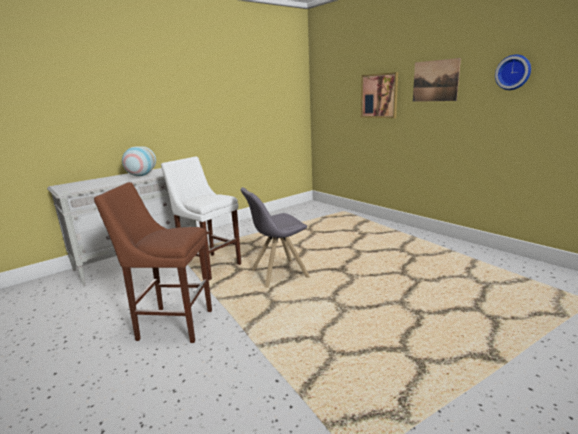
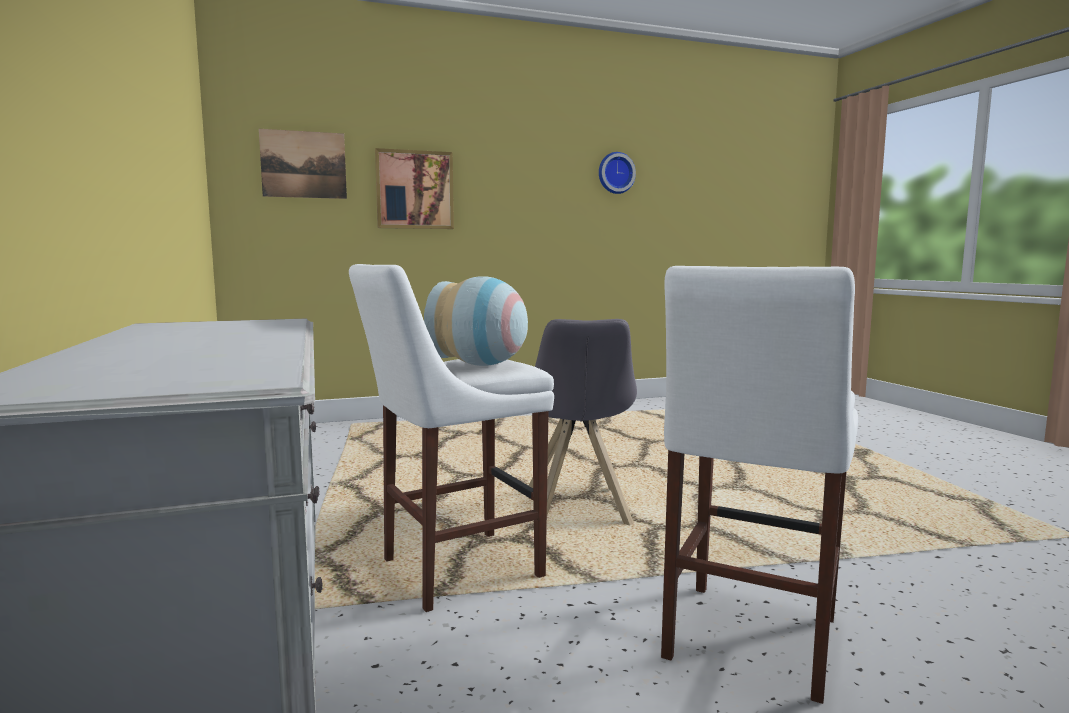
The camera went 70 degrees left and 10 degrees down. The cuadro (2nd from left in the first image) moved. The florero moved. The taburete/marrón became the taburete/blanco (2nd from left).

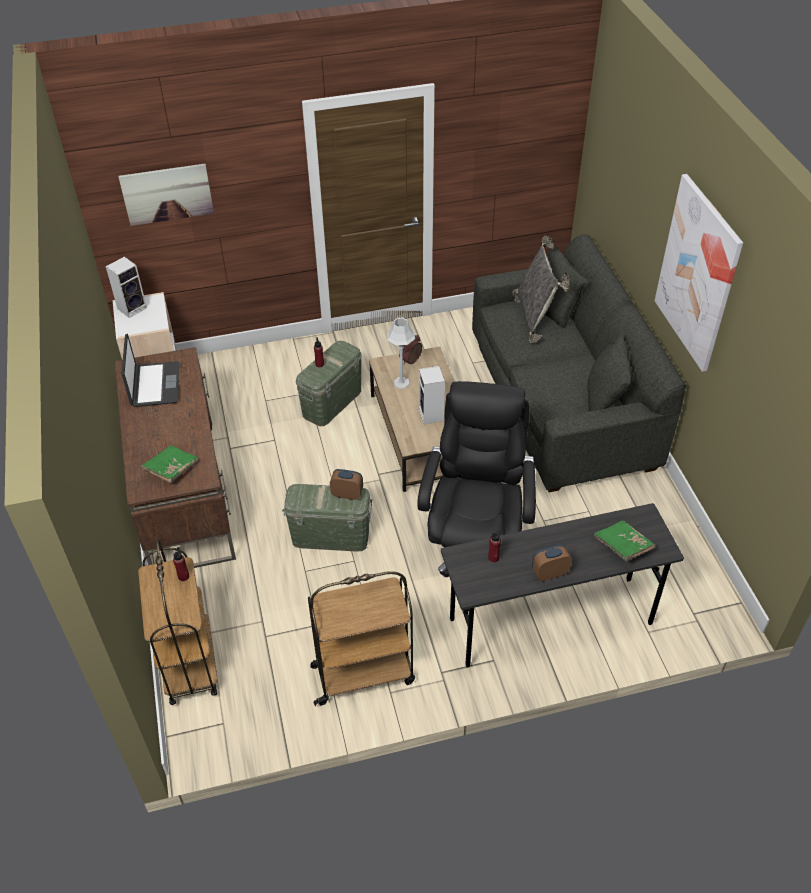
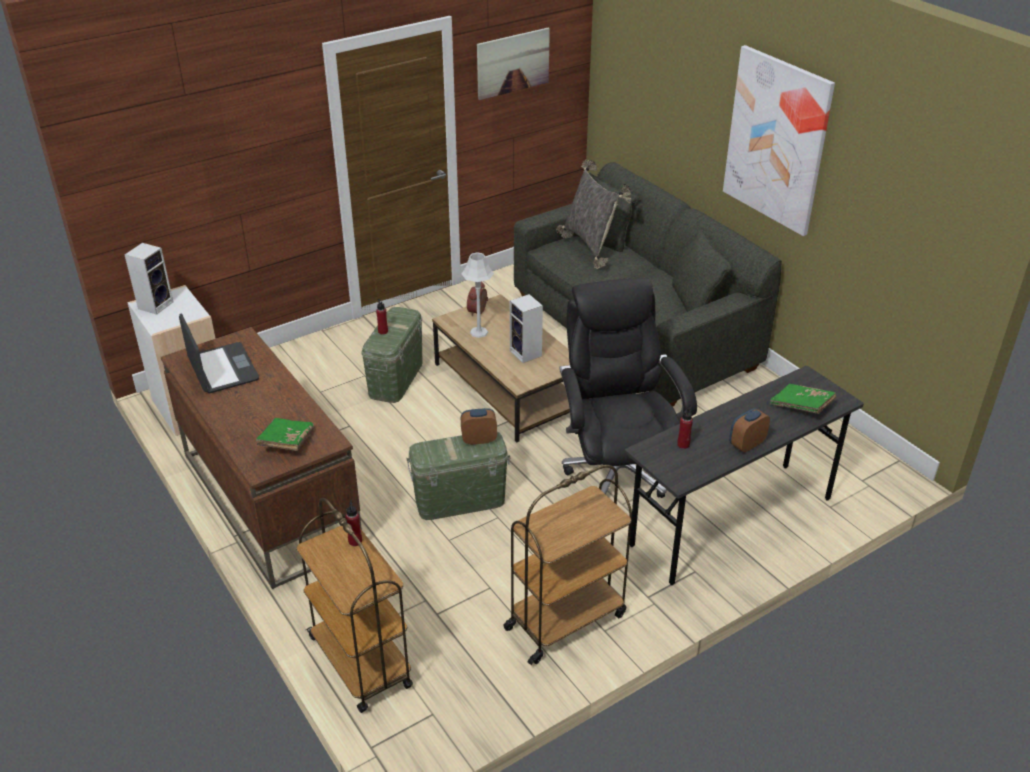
The camera went 20 degrees left and 10 degrees down. The cuadro (1st from left) moved.

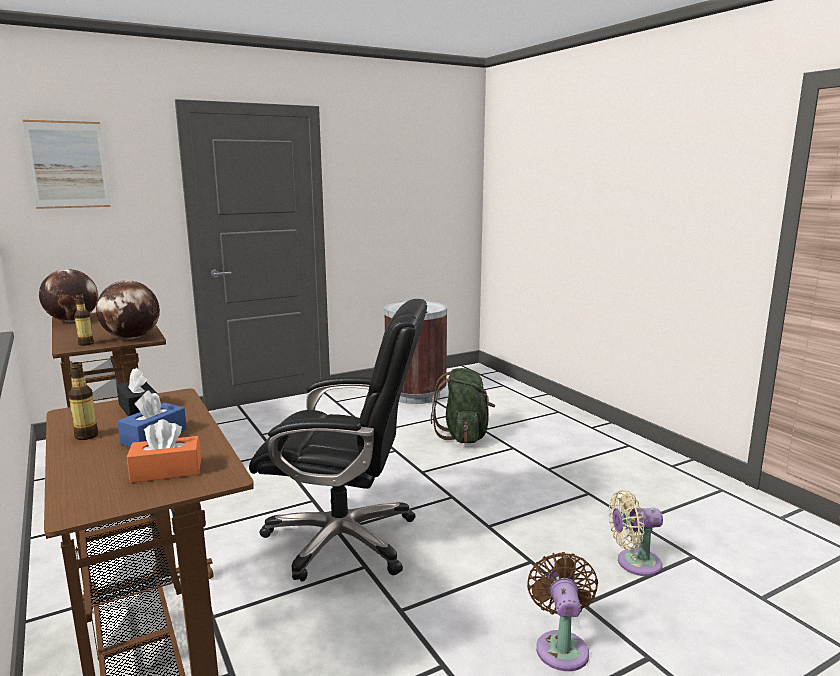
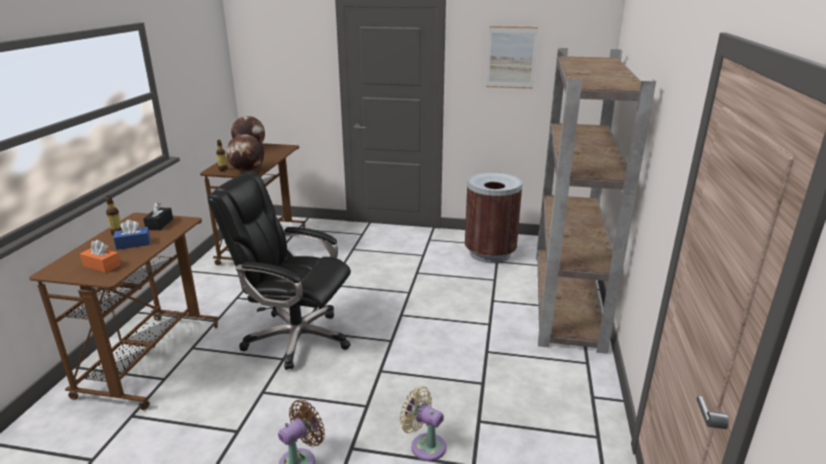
The camera went 40 degrees right and 10 degrees up. The cuadro moved. The silla de oficina/negro turned 150 degrees clockwise. The mochila/verde disappeared. The estantería/marrón appeared.

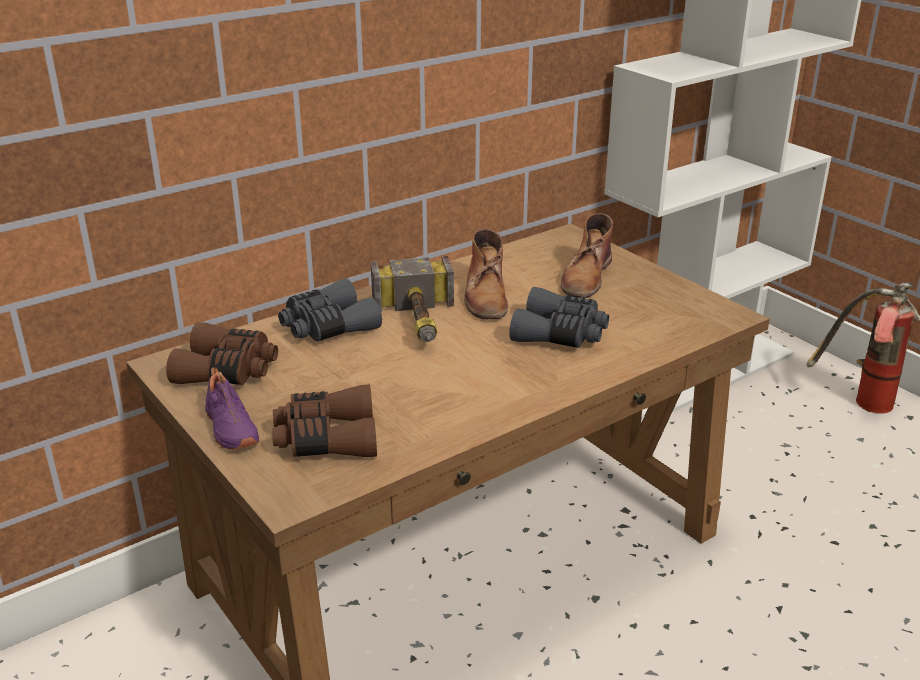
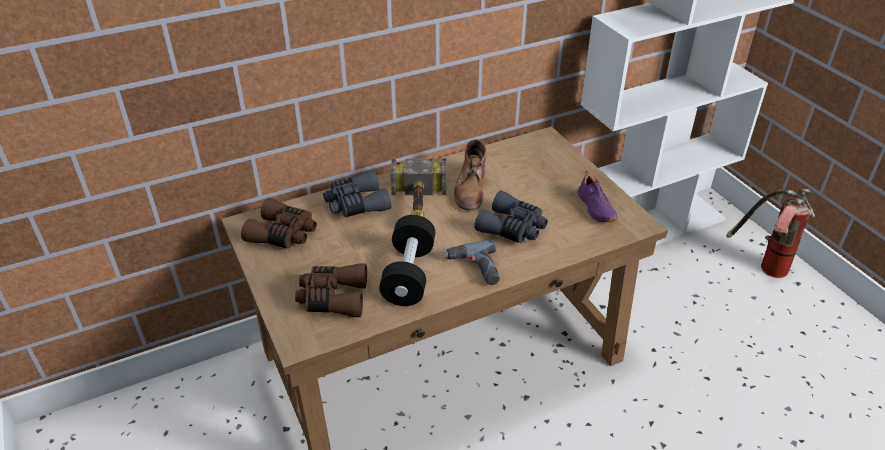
The camera went 10 degrees right and 10 degrees up. The bota/marrón (2nd from left) disappeared. The zapato/morado moved. The mancuerna/negro appeared. The taladro appeared.

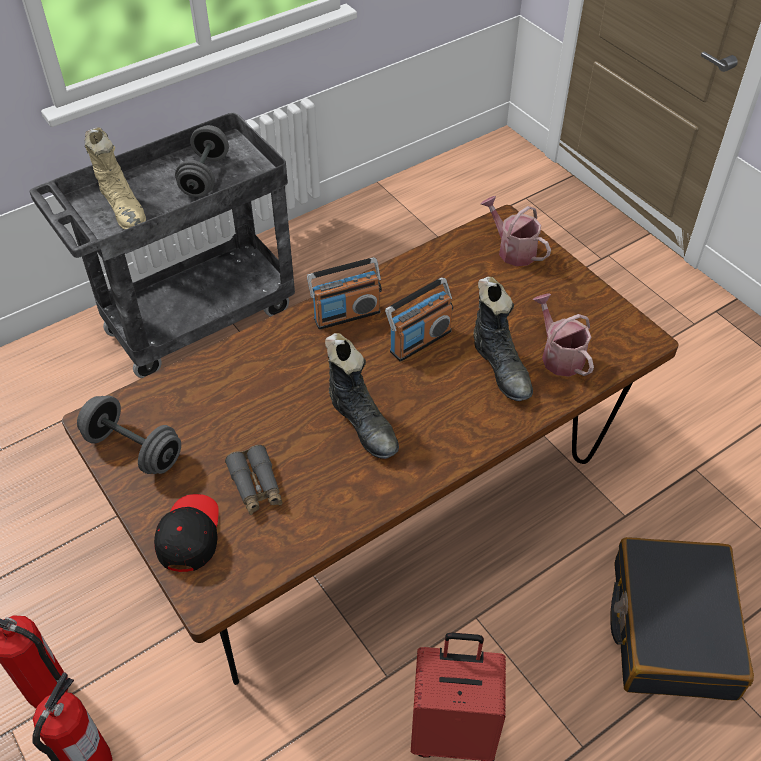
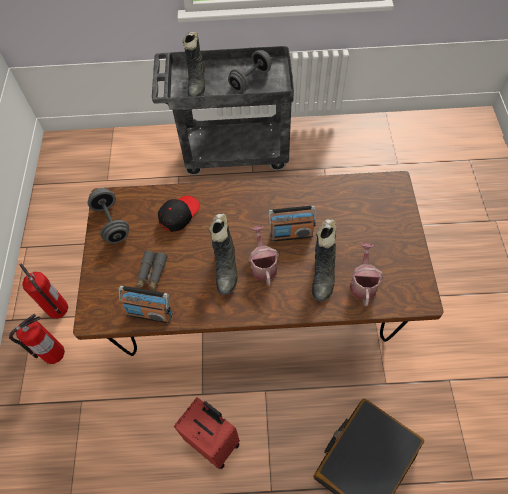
The camera went 35 degrees right and 10 degrees up. The bota/beis became the bota/negro (1st from left). The regadera (1st from left) moved. The radio (1st from left) moved. The gorra/negro moved.

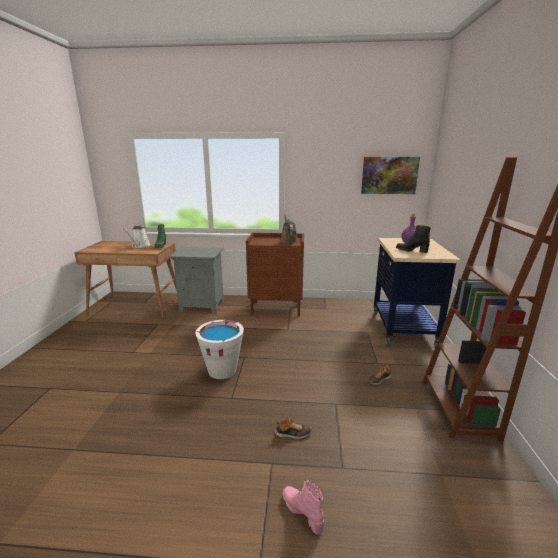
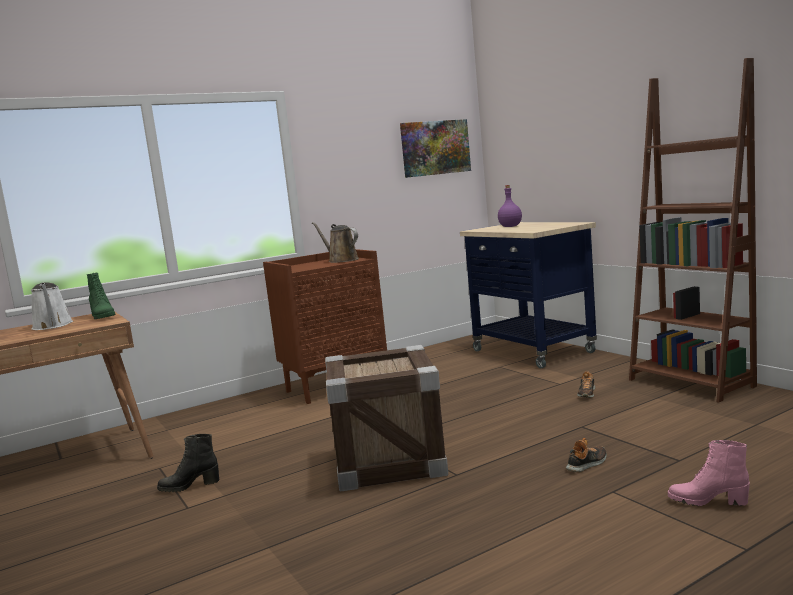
The camera went 35 degrees left and 10 degrees down. The bota/negro moved. The mesita de noche/gris disappeared. The cubo/blanco was replaced by the caja de embalaje.

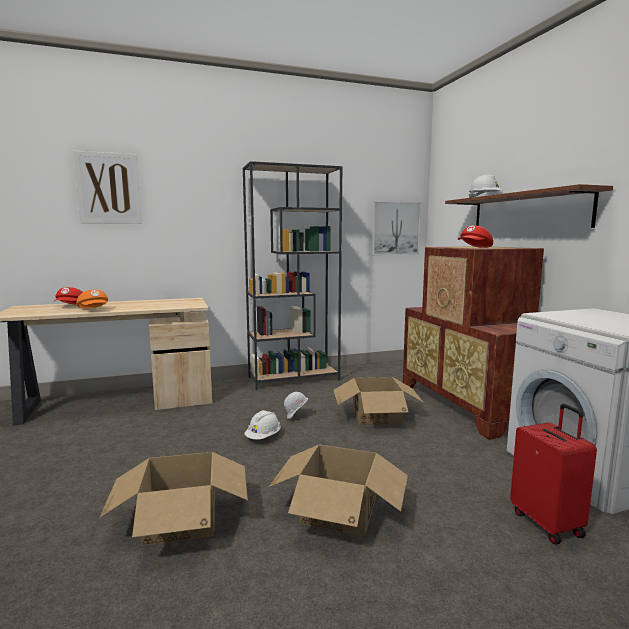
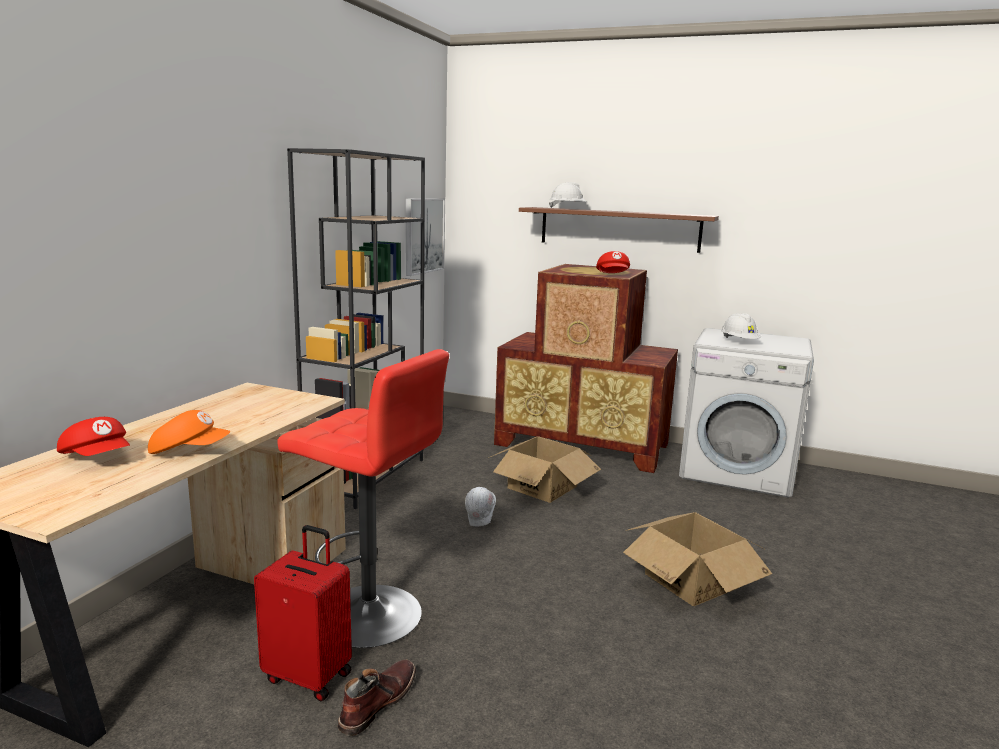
The camera went 50 degrees left and 5 degrees up. The cuadro (1st from left) disappeared. The maleta/rojo moved. The casco/blanco (1st from left in the first image) moved. The caja de cartón (1st from left) disappeared. The taburete/rojo appeared. The bota/marrón appeared.

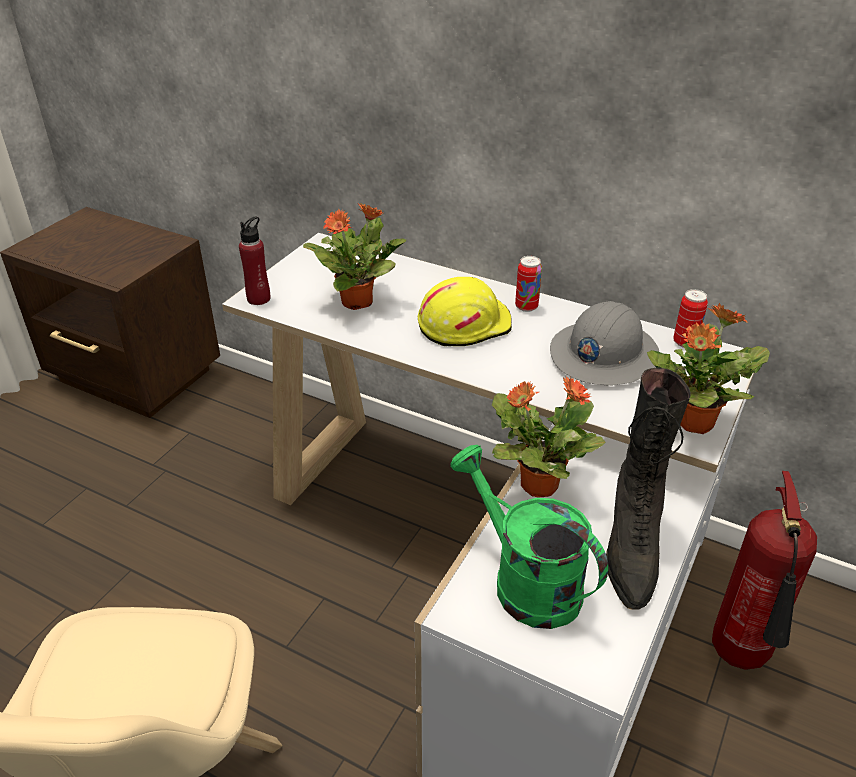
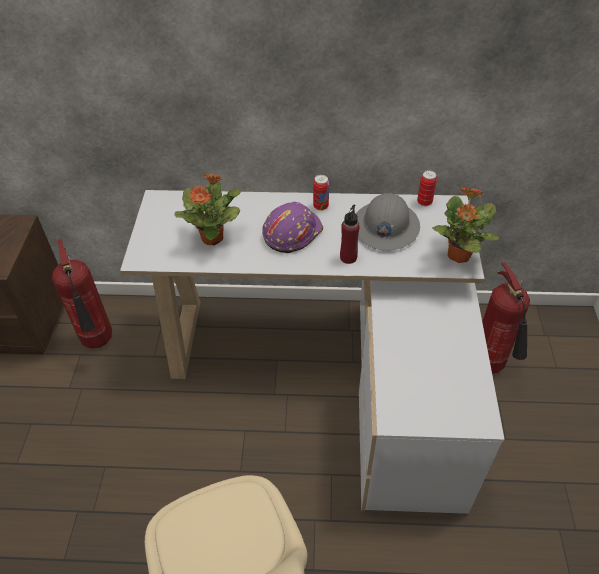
The camera went 25 degrees left and 10 degrees up. The botella/rojo moved. The casco/amarillo became the casco/morado. The bota/negro disappeared. The planta en maceta (2nd from left) disappeared. The regadera/verde disappeared. The extintor (1st from left) appeared.

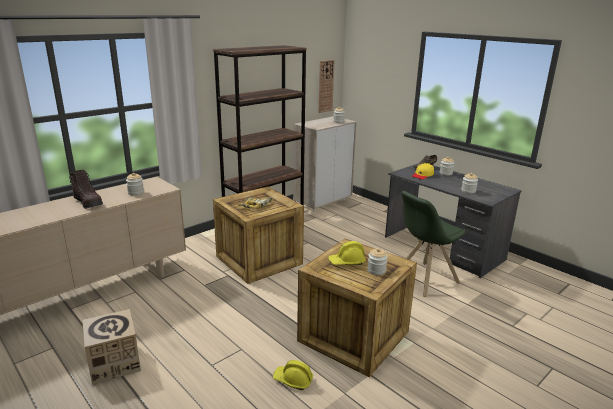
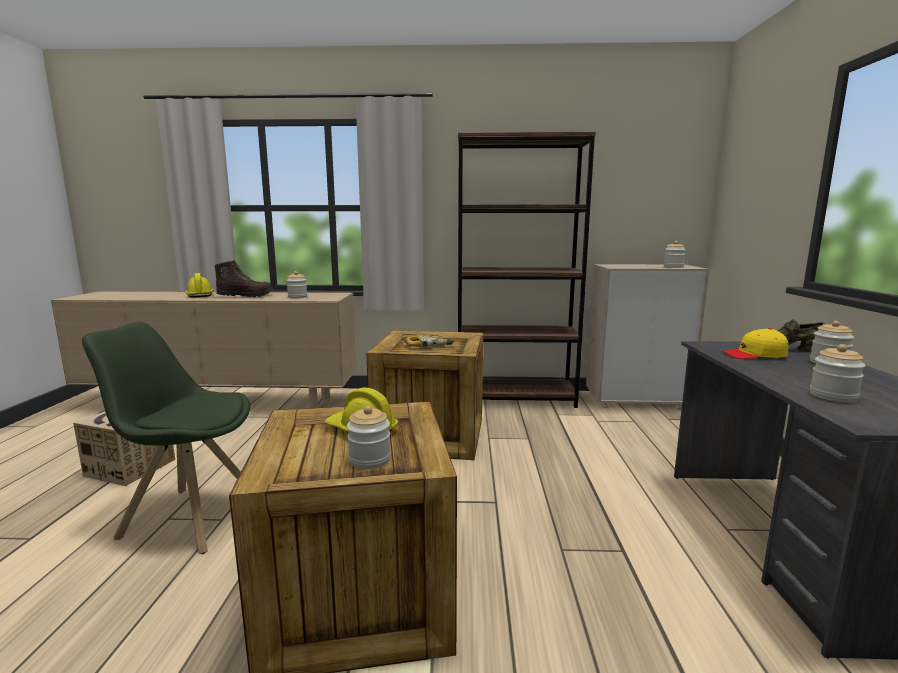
The camera went 45 degrees right and 10 degrees down. The reloj de pared disappeared. The bota/marrón turned 105 degrees counterclockwise. The silla/verde moved. The casco/amarillo (1st from left) moved.

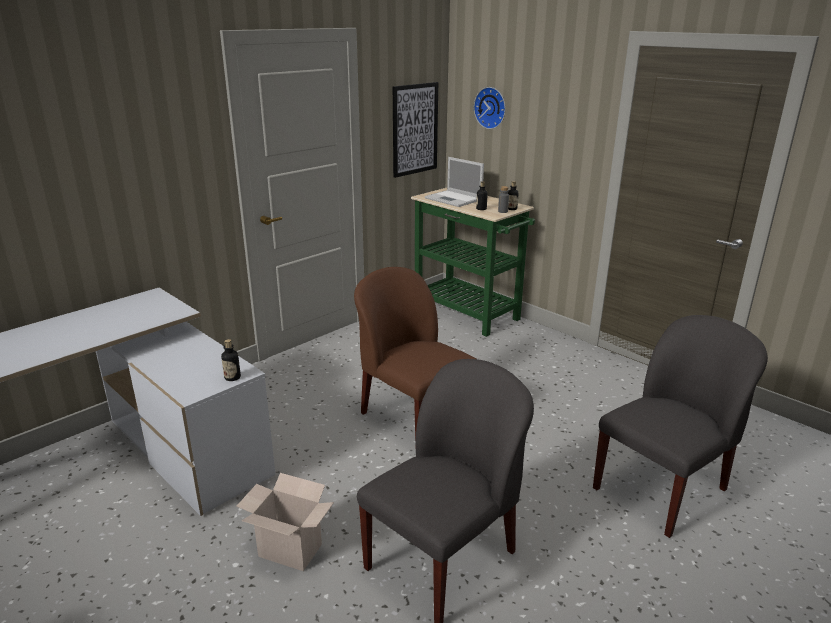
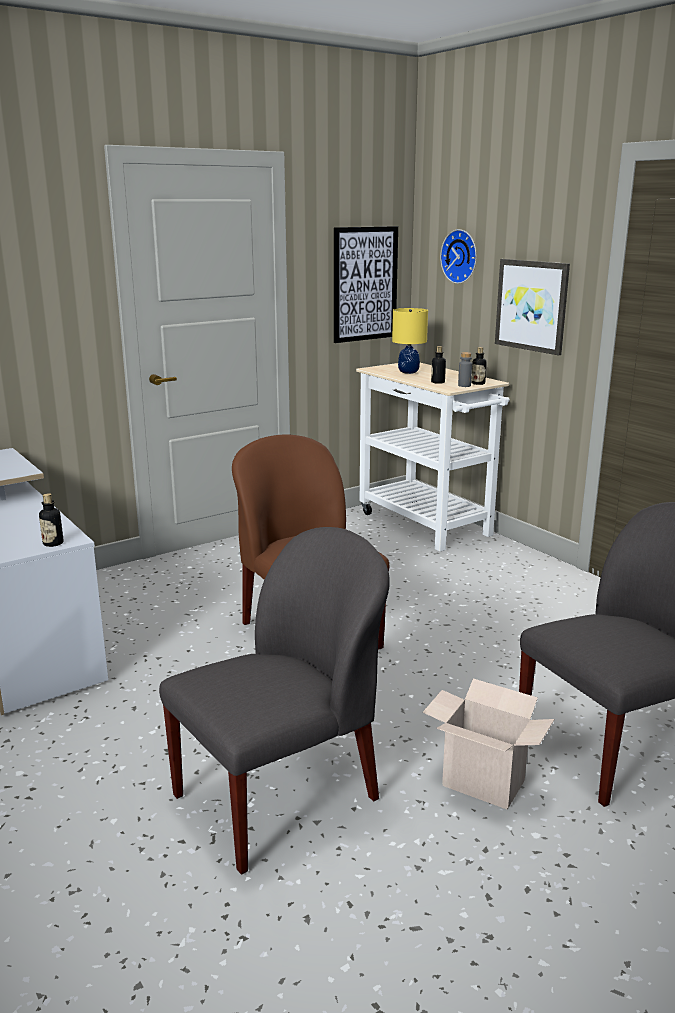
The camera went 10 degrees right and 5 degrees down. The portátil was replaced by the lámpara de mesa/amarillo. The carrito/verde became the carrito/blanco. The caja de cartón moved. The cuadro (2nd from left) appeared.

